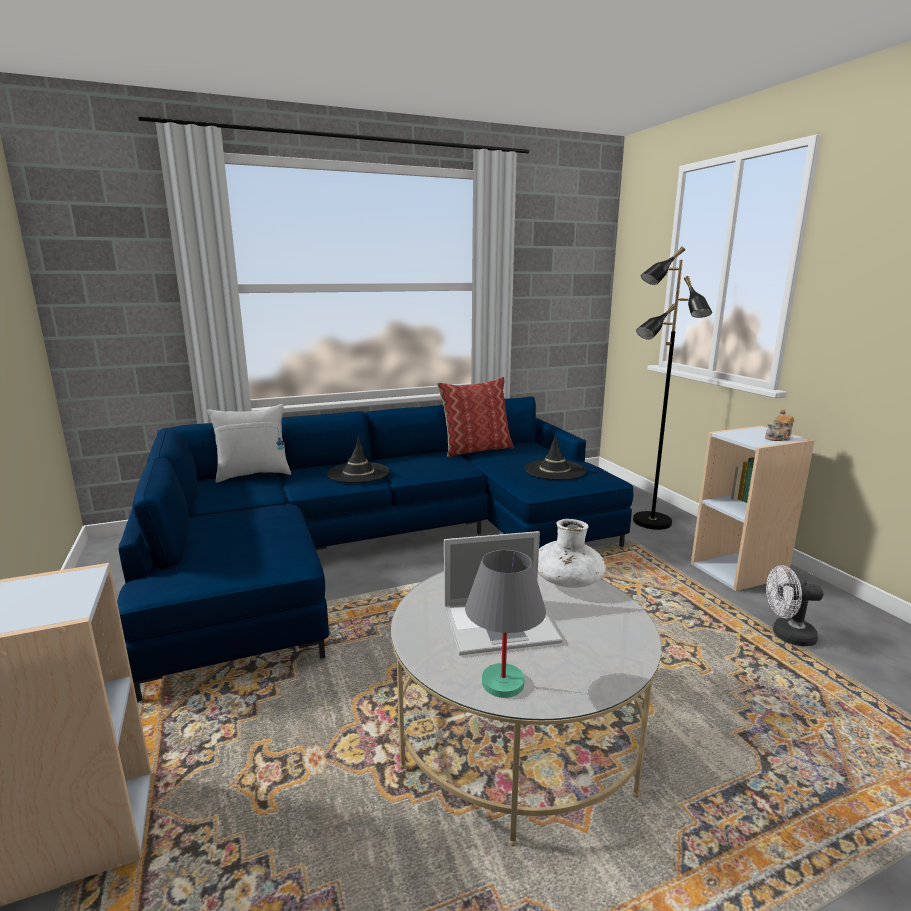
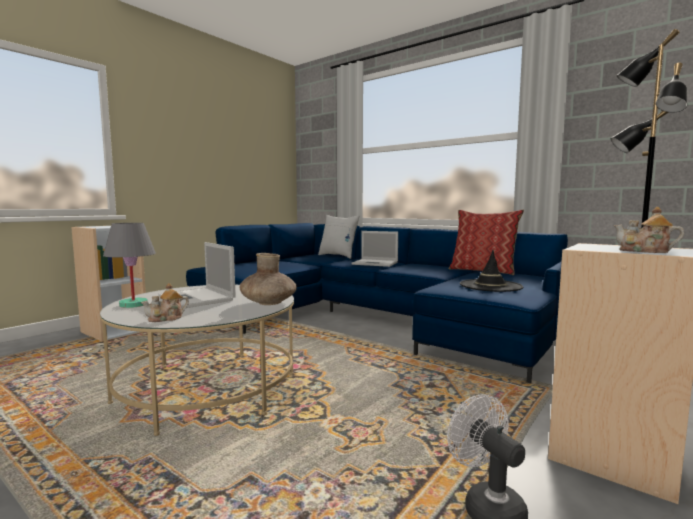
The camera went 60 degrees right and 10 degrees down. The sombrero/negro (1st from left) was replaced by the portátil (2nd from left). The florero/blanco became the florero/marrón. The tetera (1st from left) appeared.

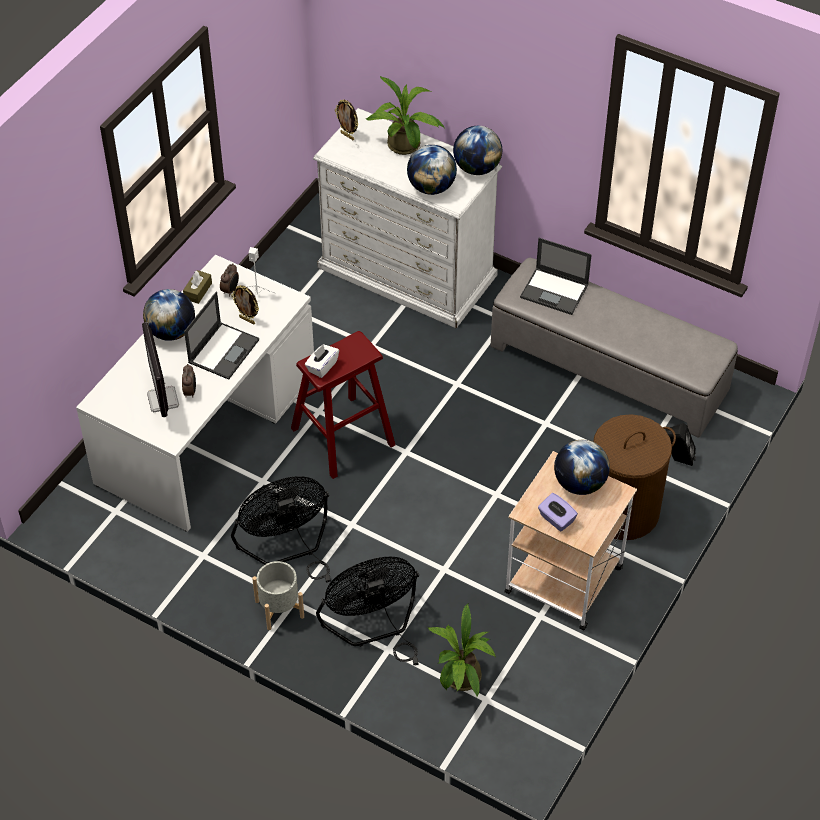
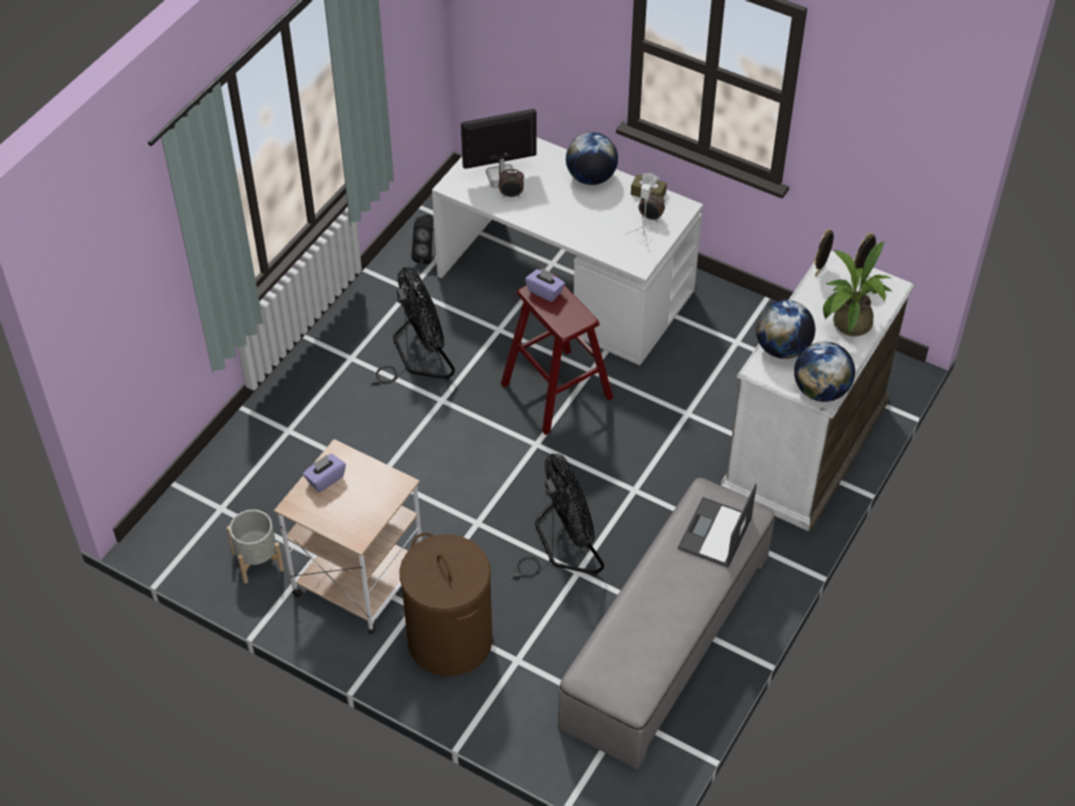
The camera went 90 degrees right and 0 degrees up. The portarretratos (1st from left) moved. The portátil (1st from left) disappeared. The caja de pañuelos/blanco became the caja de pañuelos/morado (2nd from left). The altavoz/negro moved. The globo terráqueo (4th from left) disappeared. The ventilador/negro (2nd from left) moved. The maceta/gris moved. The planta en maceta (2nd from left) disappeared.

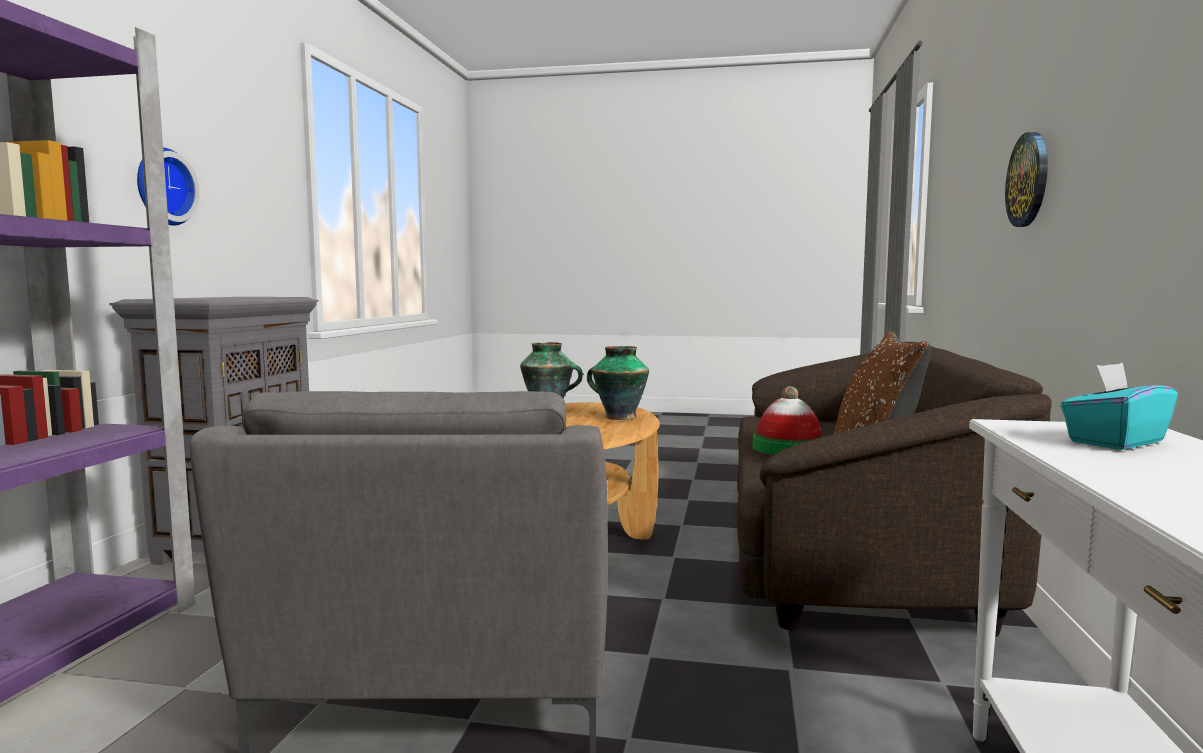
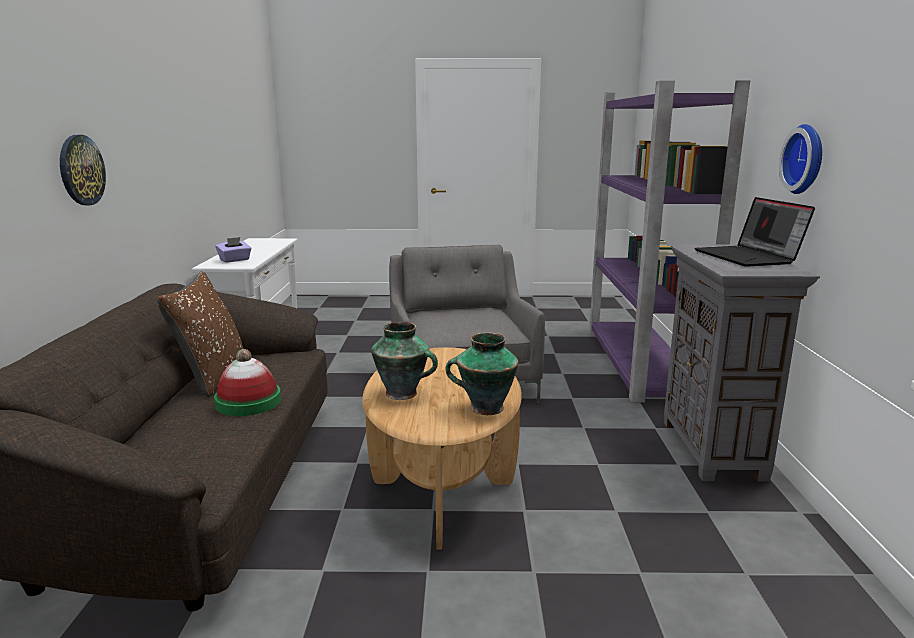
The camera went 170 degrees right and 10 degrees up. The caja de pañuelos/turquesa became the caja de pañuelos/morado. The portátil appeared.

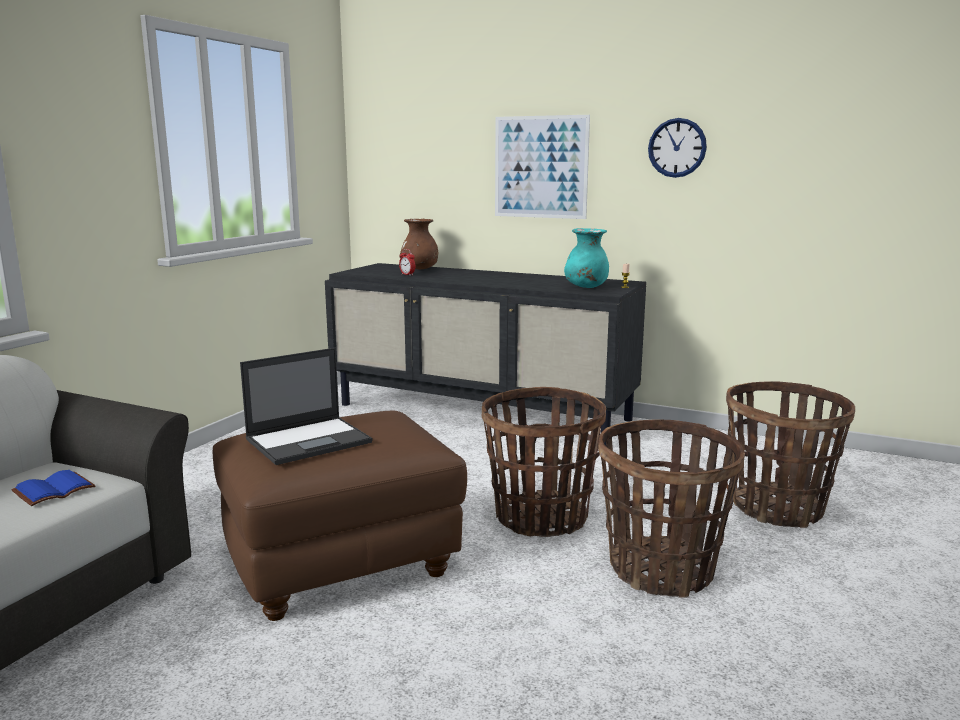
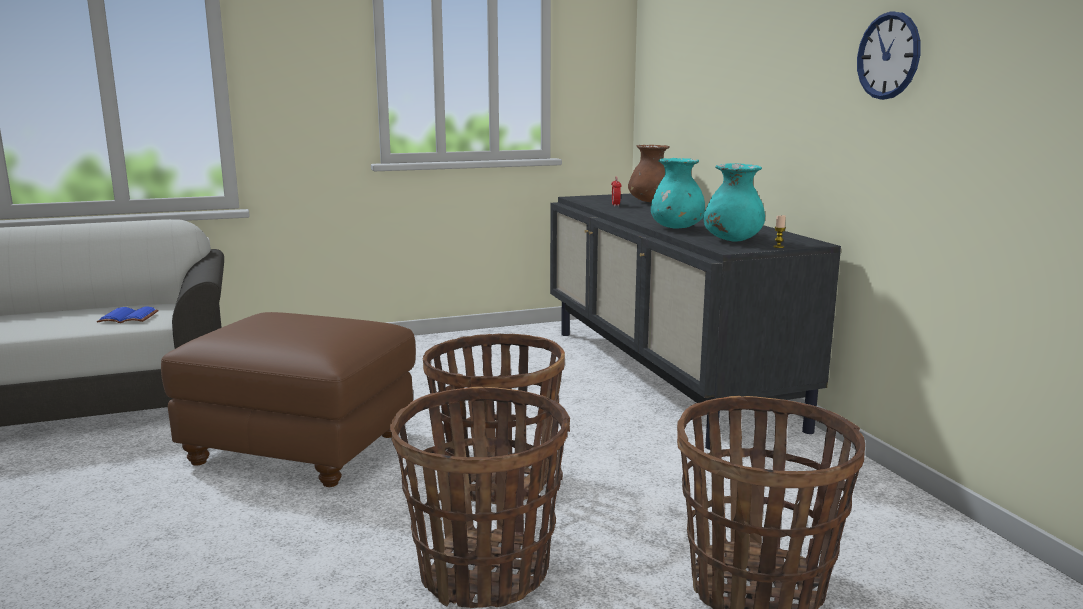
The camera went 45 degrees right and 0 degrees up. The cuadro disappeared. The portátil disappeared. The florero/turquesa (1st from left) appeared.

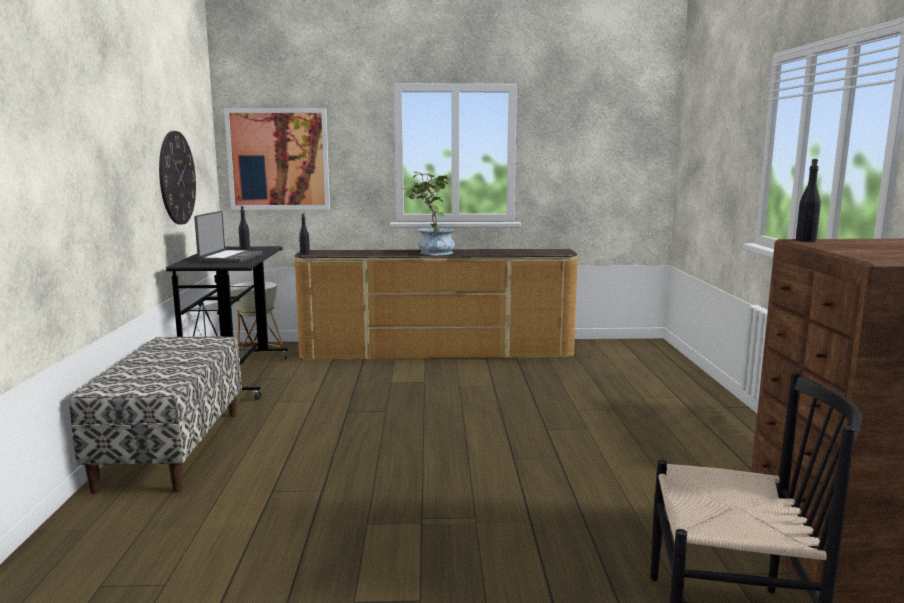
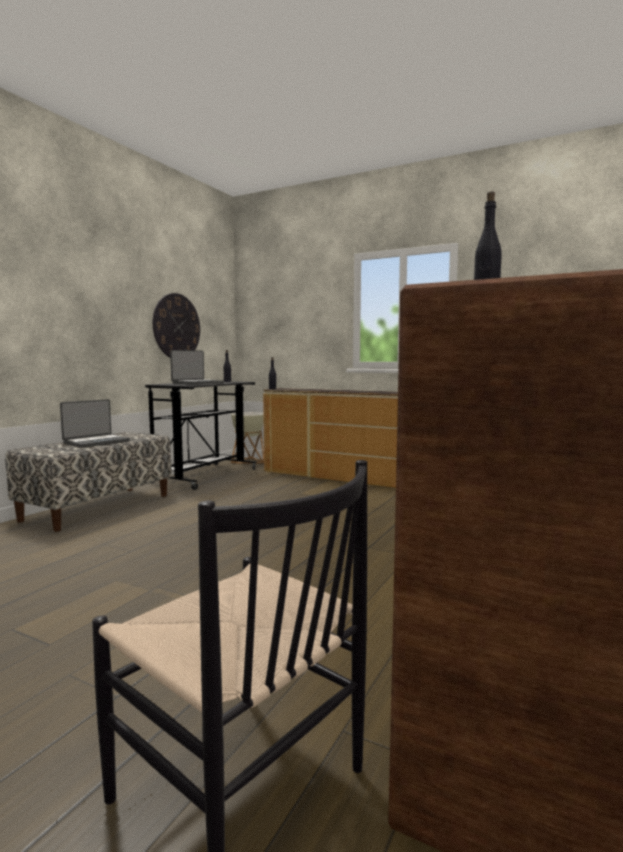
The camera went 30 degrees right and 5 degrees down. The cuadro disappeared. The planta en maceta disappeared. The portátil (1st from left) appeared.

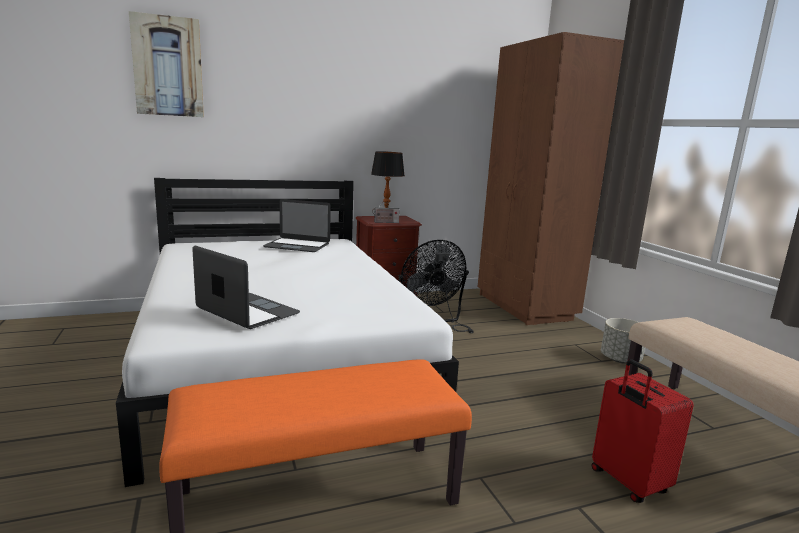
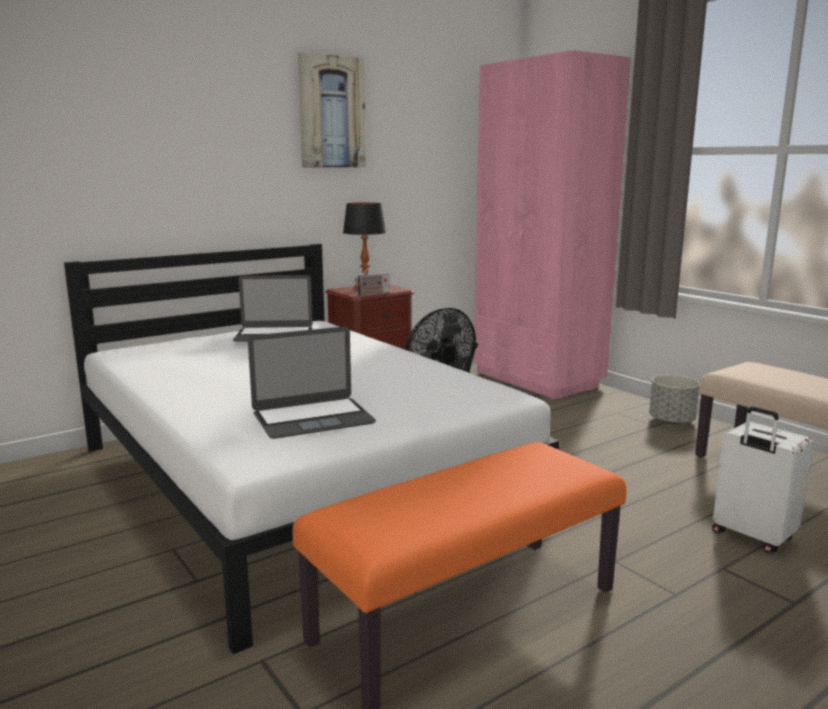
The camera went 15 degrees left and 0 degrees up. The cuadro moved. The armario ropero/marrón became the armario ropero/rosa. The portátil (1st from left in the first image) turned 135 degrees clockwise. The maleta/rojo became the maleta/blanco.

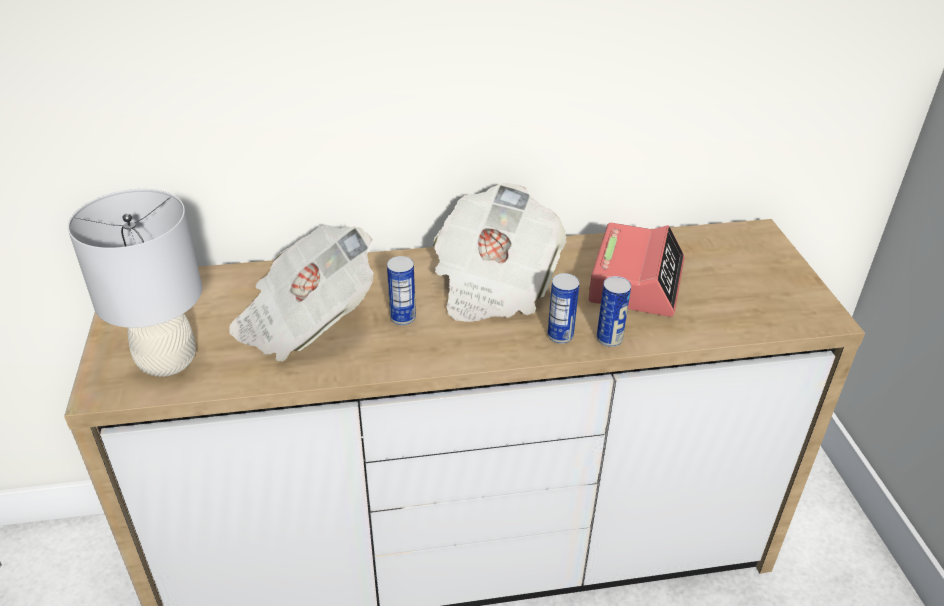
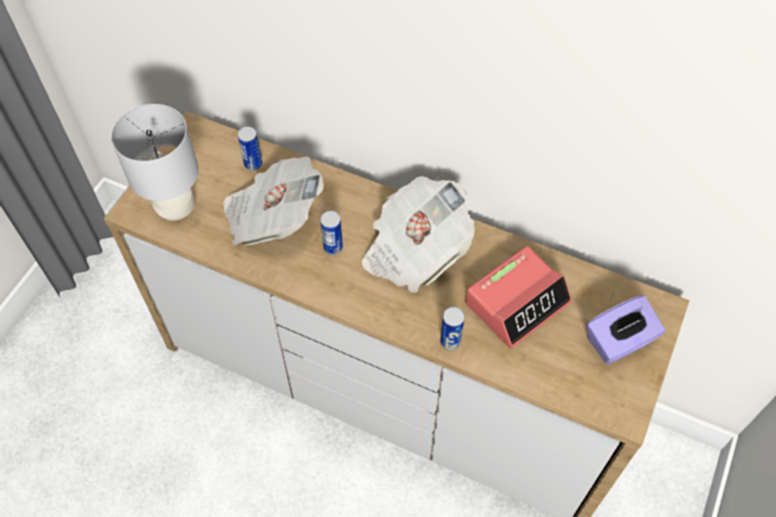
The camera went 35 degrees right and 20 degrees up. The lata (2nd from left in the first image) moved. The caja de pañuelos/morado appeared.

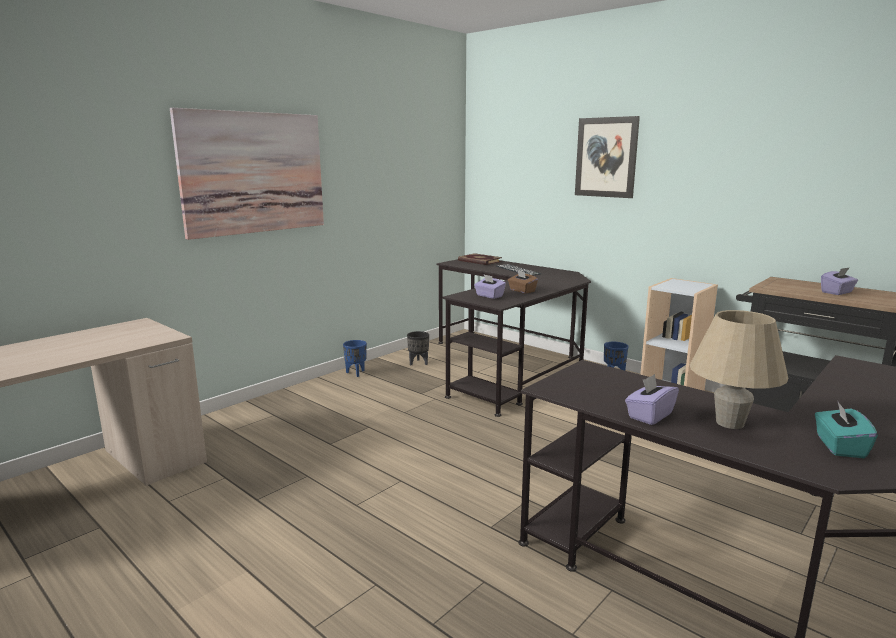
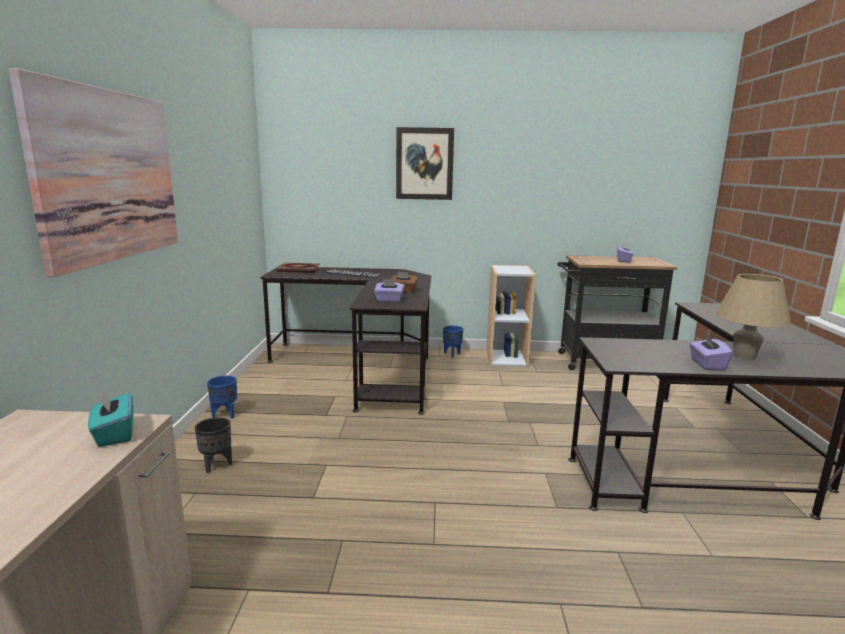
The camera went 40 degrees left and 0 degrees up. The maceta/negro moved. The caja de pañuelos/turquesa moved.

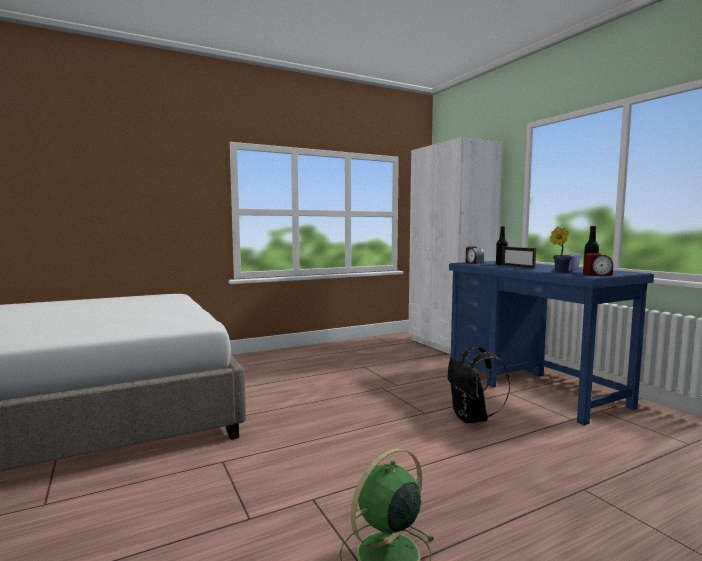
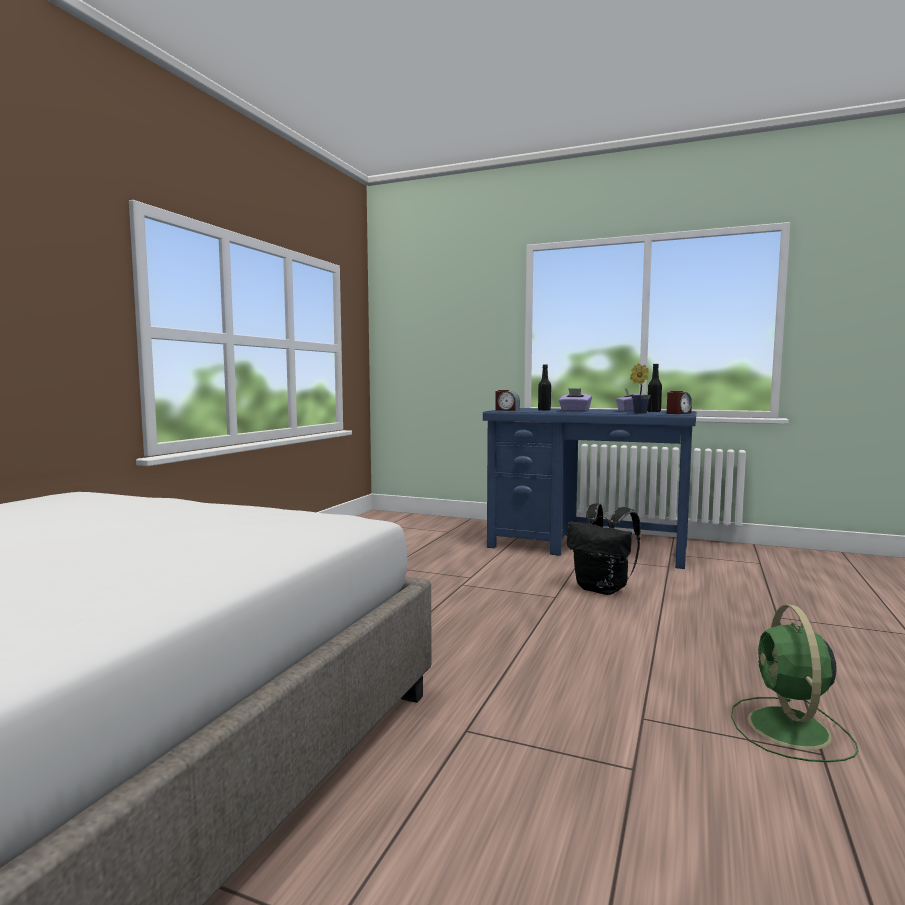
The camera went 40 degrees left and 0 degrees up. The armario ropero/blanco disappeared. The portarretratos was replaced by the caja de pañuelos/morado (1st from left).

